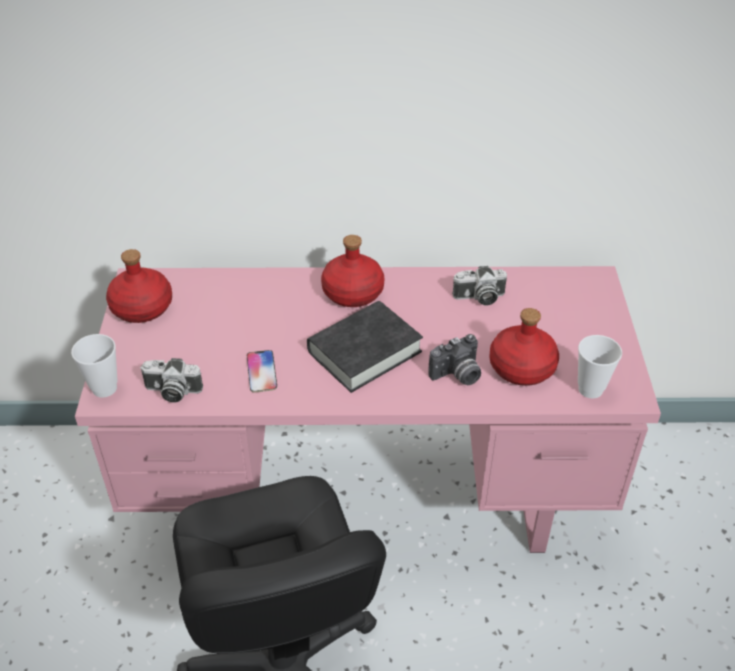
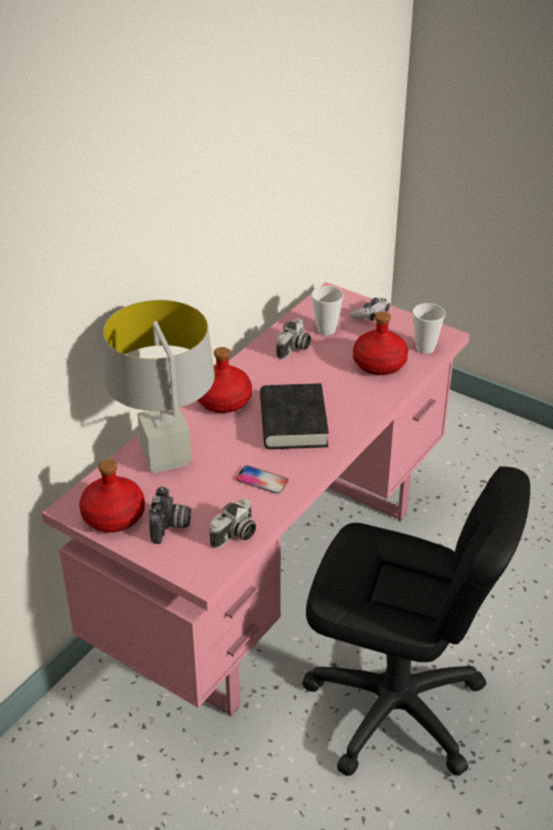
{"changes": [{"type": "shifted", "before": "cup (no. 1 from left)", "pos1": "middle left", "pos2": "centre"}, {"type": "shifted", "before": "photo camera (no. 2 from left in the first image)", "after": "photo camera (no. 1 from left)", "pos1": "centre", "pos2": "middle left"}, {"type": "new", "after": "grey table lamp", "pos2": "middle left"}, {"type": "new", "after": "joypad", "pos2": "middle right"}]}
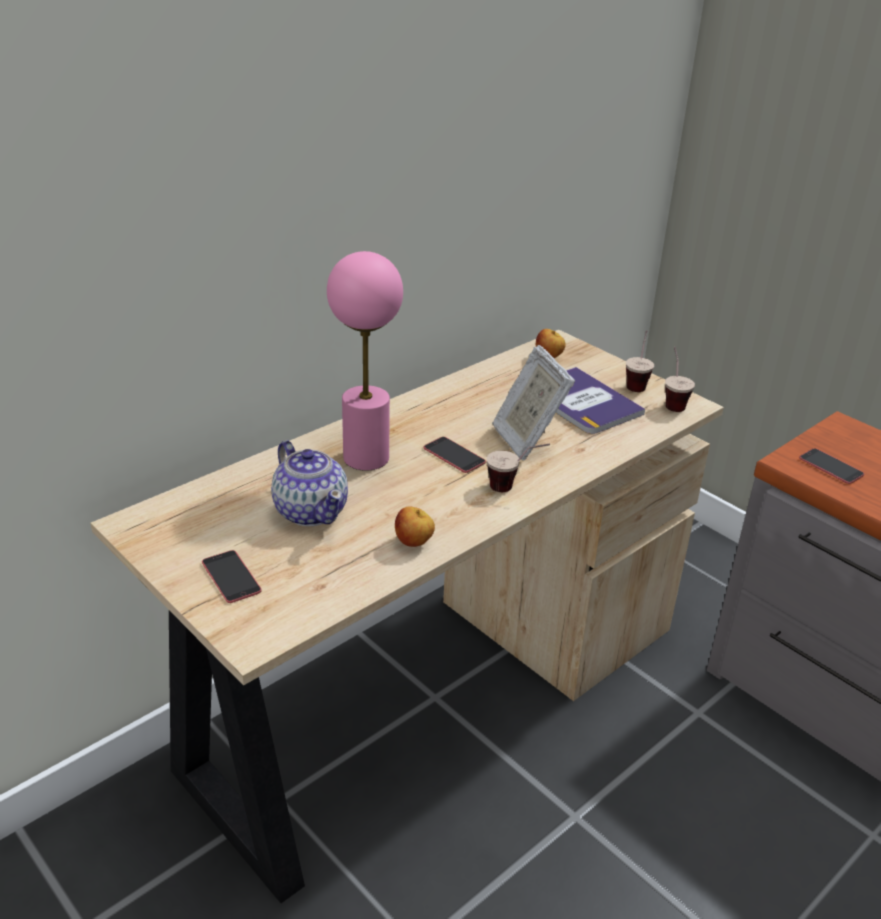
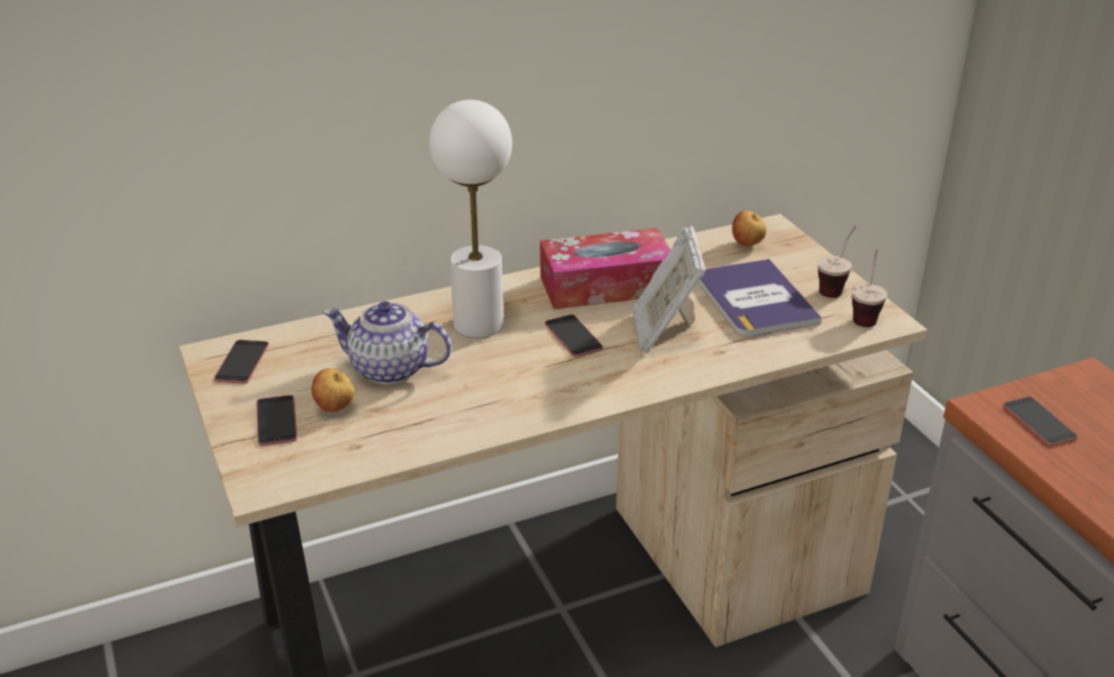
{"changes": [{"type": "rotated", "before": "pot for tea", "pos1": "centre", "pos2": "centre", "turn": 120}, {"type": "repainted", "before": "pinkish table lamp", "after": "white-coloured table lamp", "pos1": "centre", "pos2": "top centre"}, {"type": "shifted", "before": "apple fruit (no. 1 from left)", "pos1": "centre", "pos2": "middle left"}, {"type": "gone", "before": "cup (no. 1 from left)", "pos1": "centre"}, {"type": "new", "after": "handset (no. 1 from left)", "pos2": "middle left"}, {"type": "new", "after": "box of tissues", "pos2": "centre"}]}
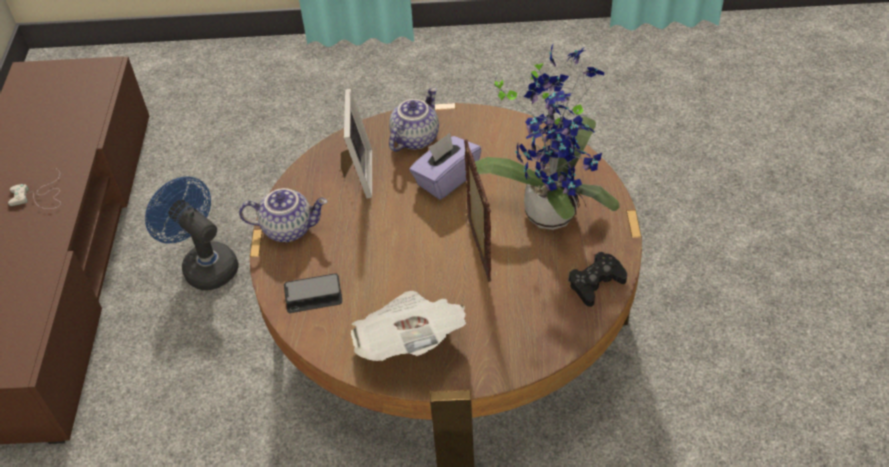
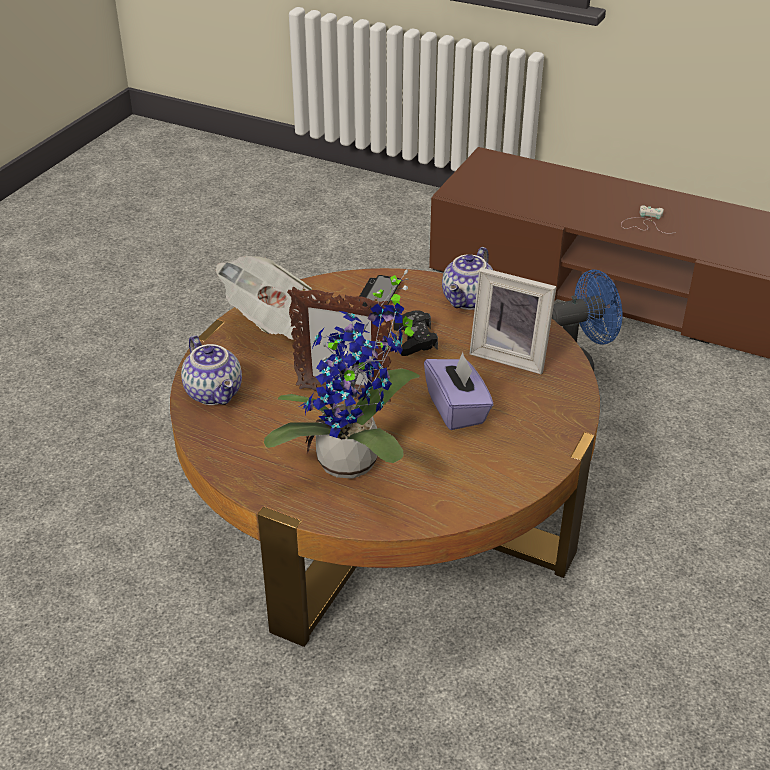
{"changes": [{"type": "shifted", "before": "pot for tea (no. 2 from left in the first image)", "after": "pot for tea (no. 1 from left)", "pos1": "top centre", "pos2": "middle left"}, {"type": "shifted", "before": "black joypad", "pos1": "middle right", "pos2": "centre"}]}
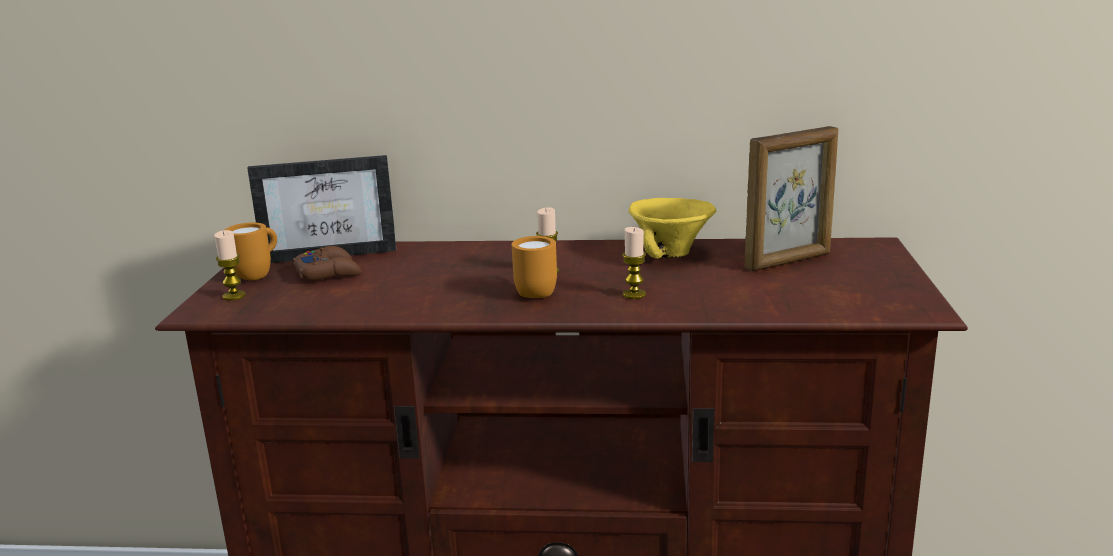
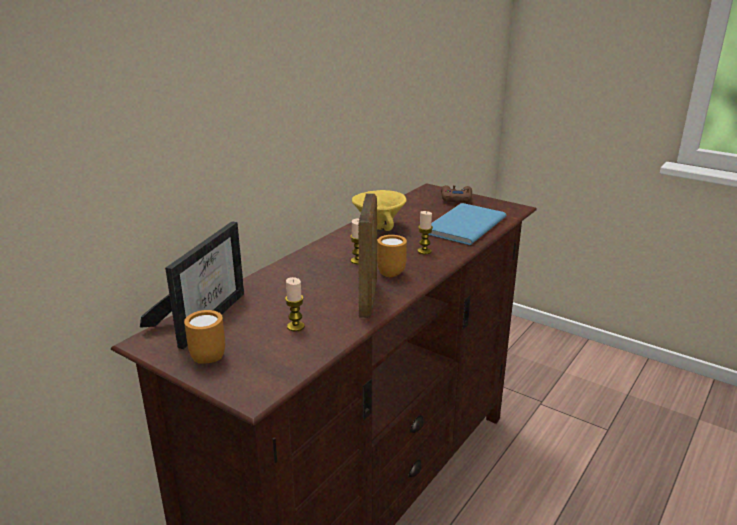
{"changes": [{"type": "shifted", "before": "wax light (no. 1 from left)", "pos1": "middle left", "pos2": "centre"}, {"type": "shifted", "before": "brown-coloured joypad", "pos1": "middle left", "pos2": "centre"}, {"type": "shifted", "before": "standing frame (no. 2 from left)", "pos1": "middle right", "pos2": "centre"}, {"type": "new", "after": "blue-coloured book", "pos2": "centre"}]}
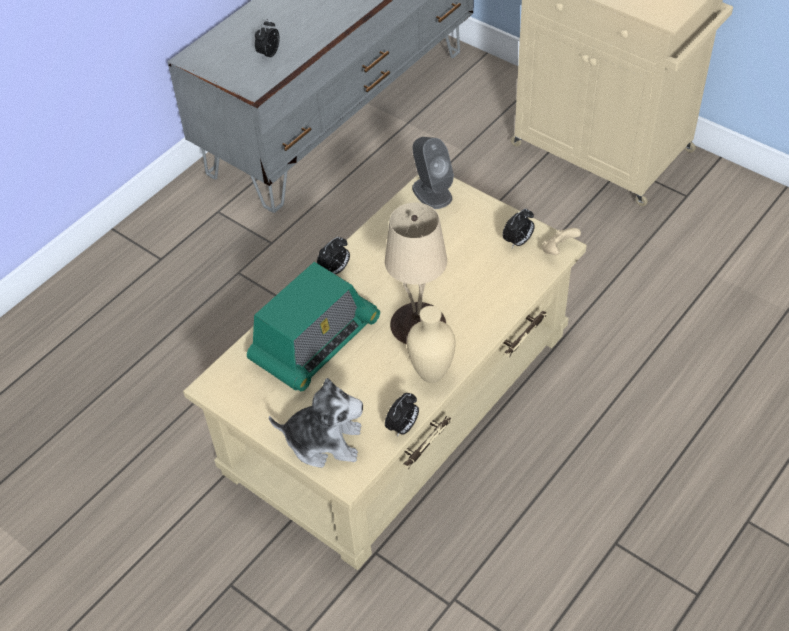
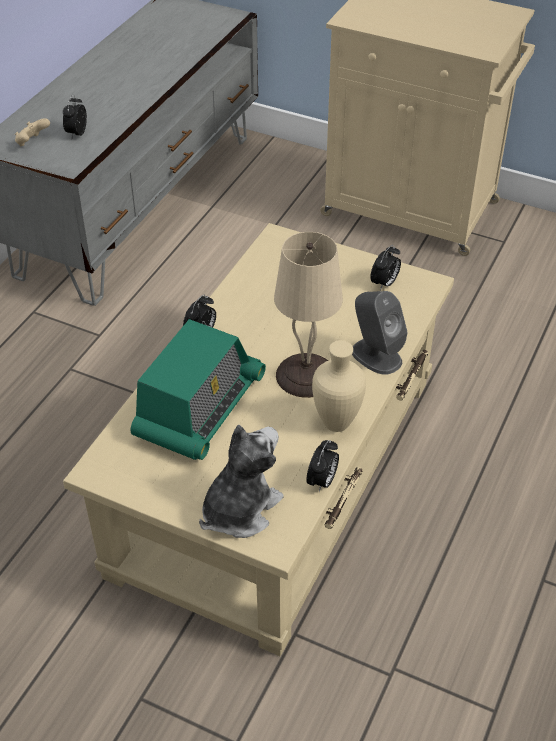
{"changes": [{"type": "rotated", "before": "soft toy", "pos1": "bottom centre", "pos2": "centre", "turn": -45}, {"type": "shifted", "before": "grey audio speaker", "pos1": "top centre", "pos2": "middle right"}, {"type": "shifted", "before": "beige joypad", "pos1": "middle right", "pos2": "top left"}]}
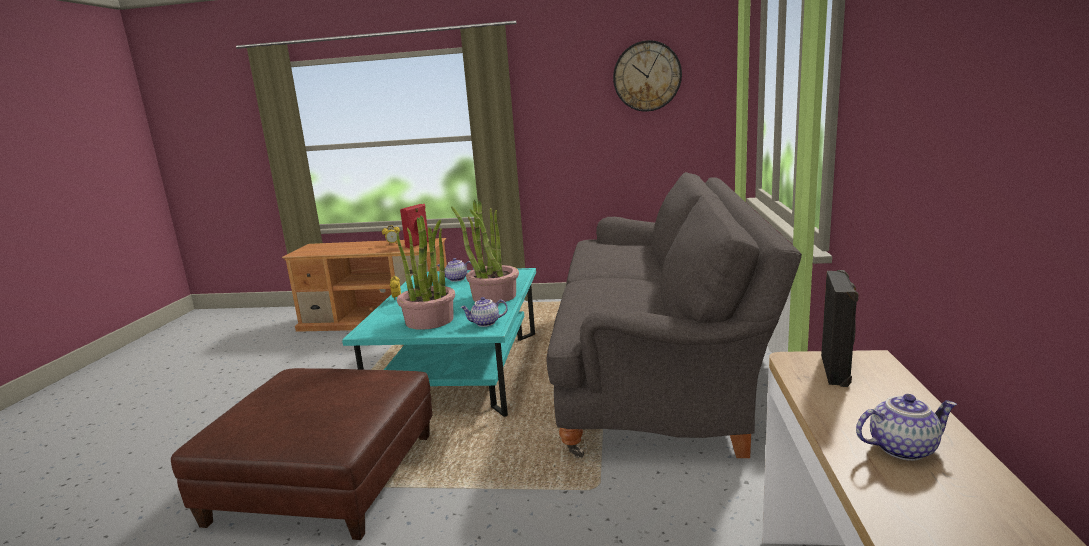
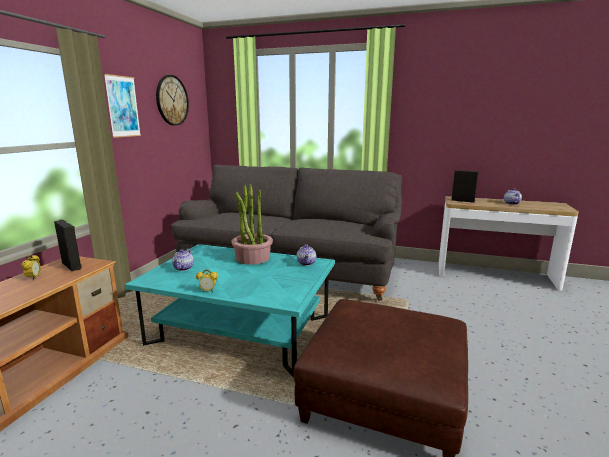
{"changes": [{"type": "gone", "before": "houseplant (no. 1 from left)", "pos1": "centre"}, {"type": "repainted", "before": "red audio speaker", "after": "black audio speaker (no. 1 from left)", "pos1": "centre", "pos2": "middle left"}, {"type": "new", "after": "picture", "pos2": "top left"}]}
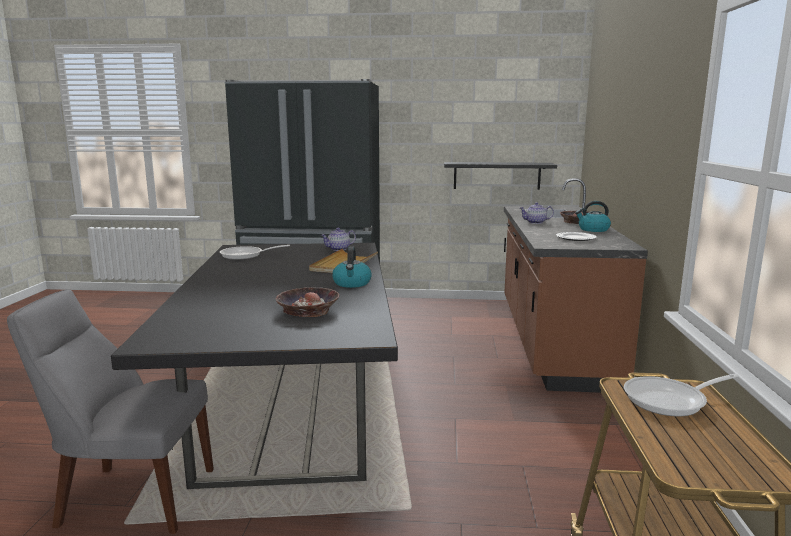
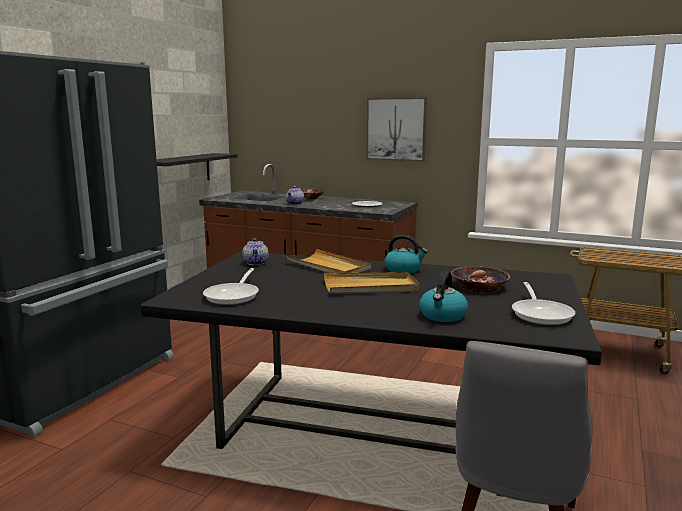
{"changes": [{"type": "shifted", "before": "kettle (no. 2 from left)", "pos1": "middle right", "pos2": "centre"}, {"type": "shifted", "before": "skillet (no. 2 from left)", "pos1": "bottom right", "pos2": "middle right"}, {"type": "new", "after": "beige tray (no. 2 from left)", "pos2": "centre"}, {"type": "new", "after": "picture", "pos2": "top centre"}]}
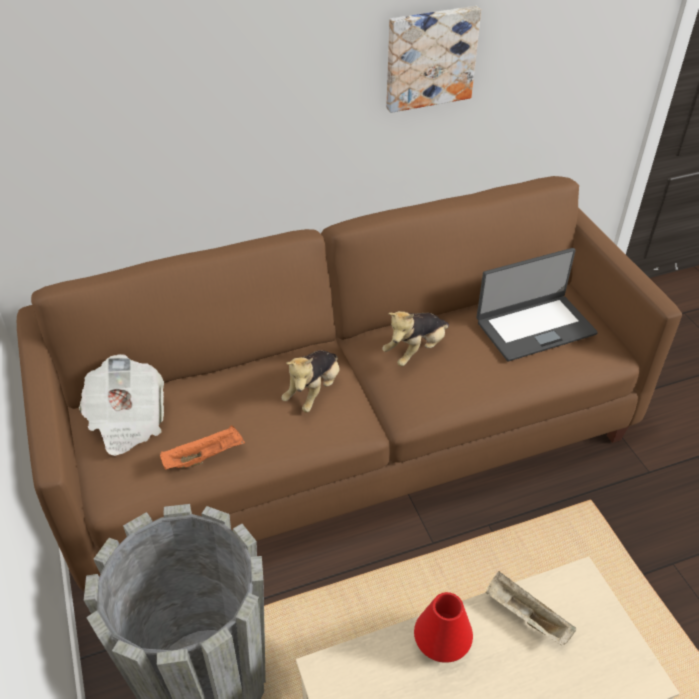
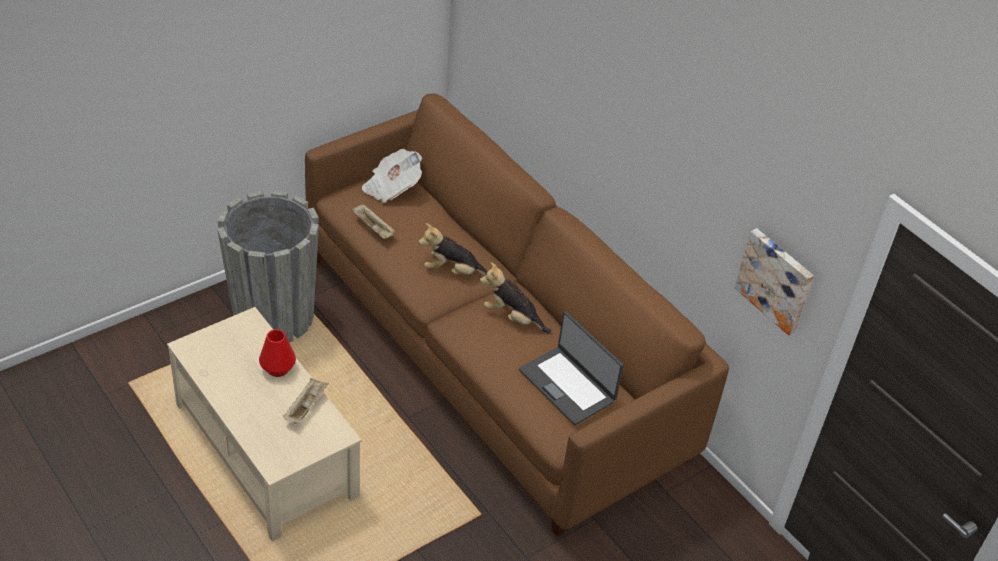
{"changes": [{"type": "repainted", "before": "orange-coloured tray", "after": "beige tray (no. 2 from left)", "pos1": "middle left", "pos2": "centre"}, {"type": "shifted", "before": "picture", "pos1": "top centre", "pos2": "middle right"}]}
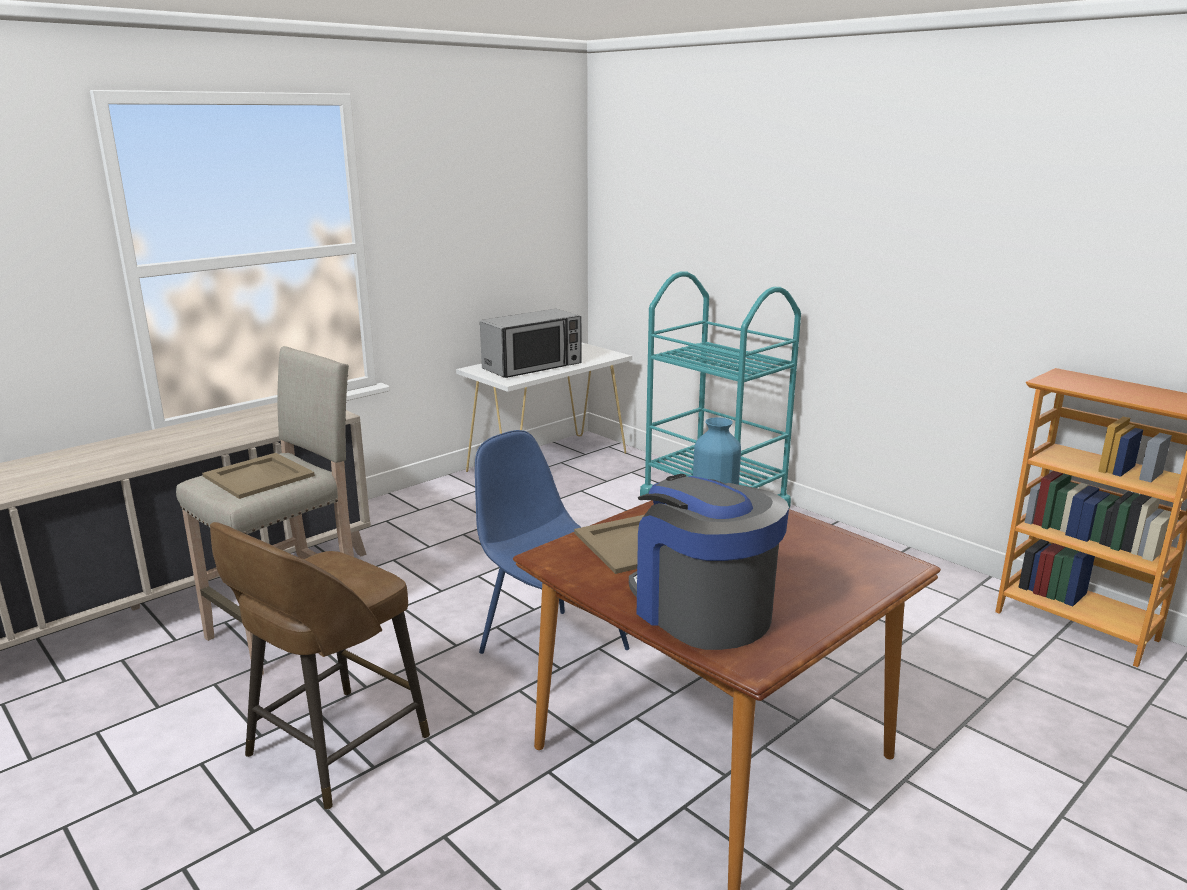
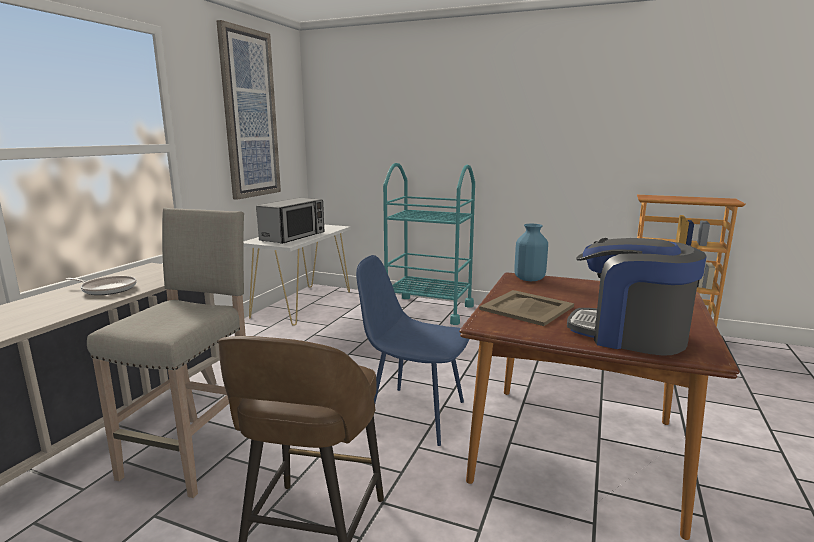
{"changes": [{"type": "gone", "before": "beige tray (no. 1 from left)", "pos1": "middle left"}, {"type": "new", "after": "skillet", "pos2": "middle left"}, {"type": "new", "after": "picture", "pos2": "top left"}]}
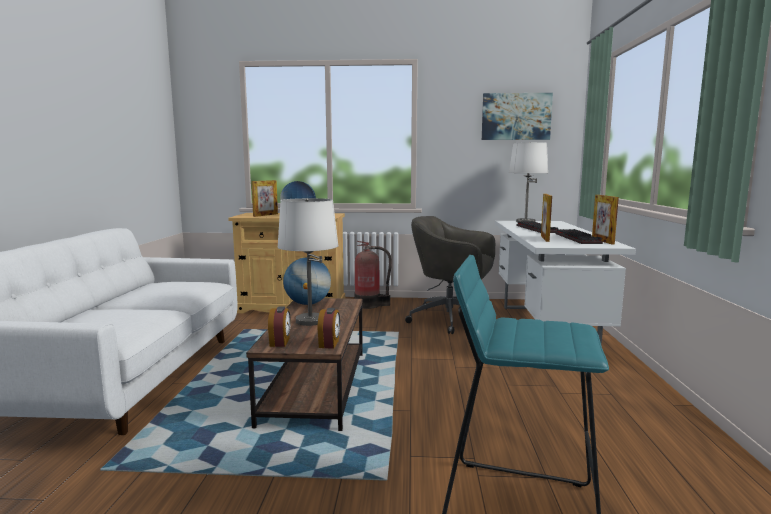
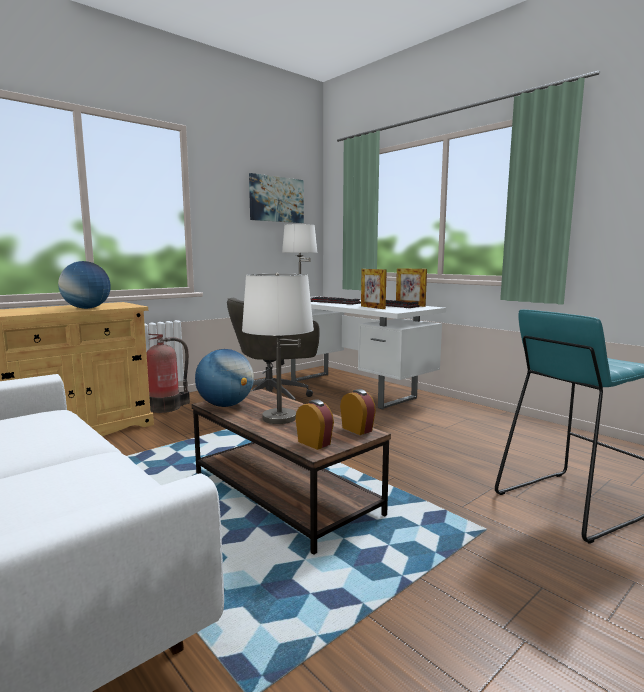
{"changes": [{"type": "gone", "before": "standing frame (no. 1 from left)", "pos1": "centre"}]}
